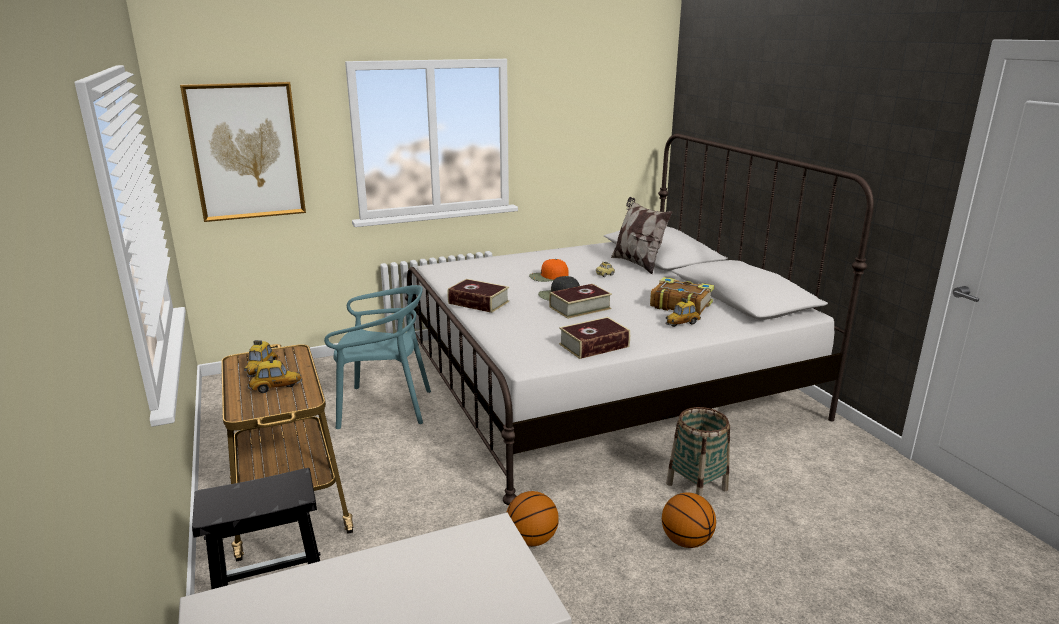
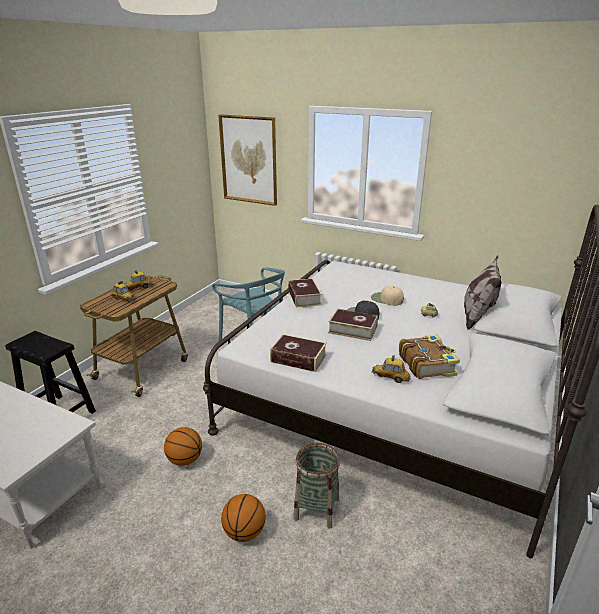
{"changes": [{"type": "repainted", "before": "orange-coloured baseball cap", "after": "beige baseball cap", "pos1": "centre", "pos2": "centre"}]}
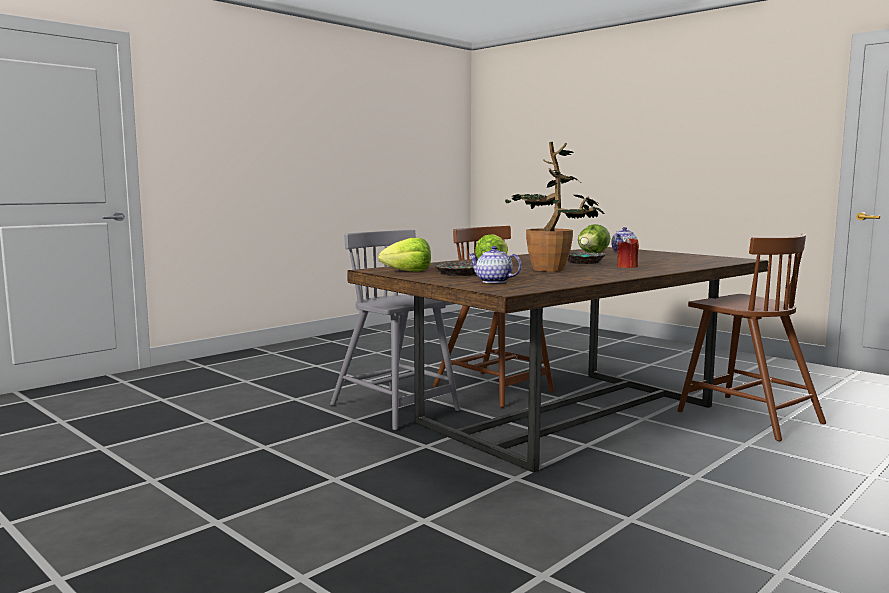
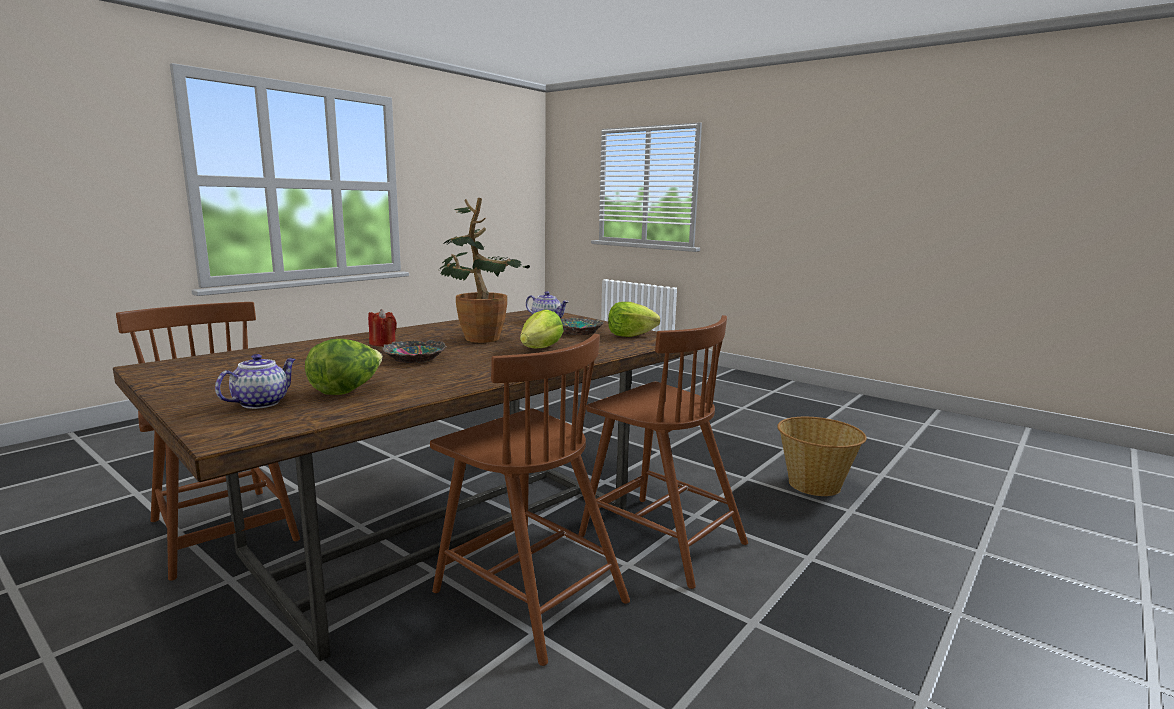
{"changes": [{"type": "repainted", "before": "grey chair", "after": "brown-coloured chair (no. 3 from left)", "pos1": "centre", "pos2": "centre"}, {"type": "new", "after": "household basket", "pos2": "middle right"}]}
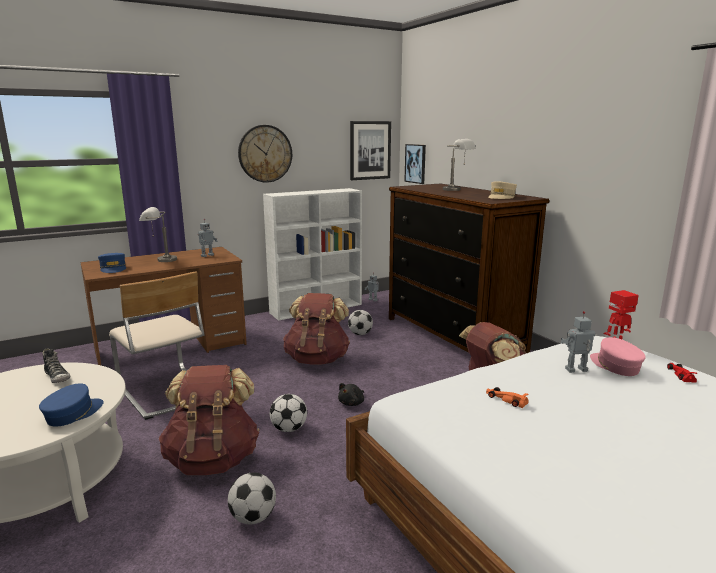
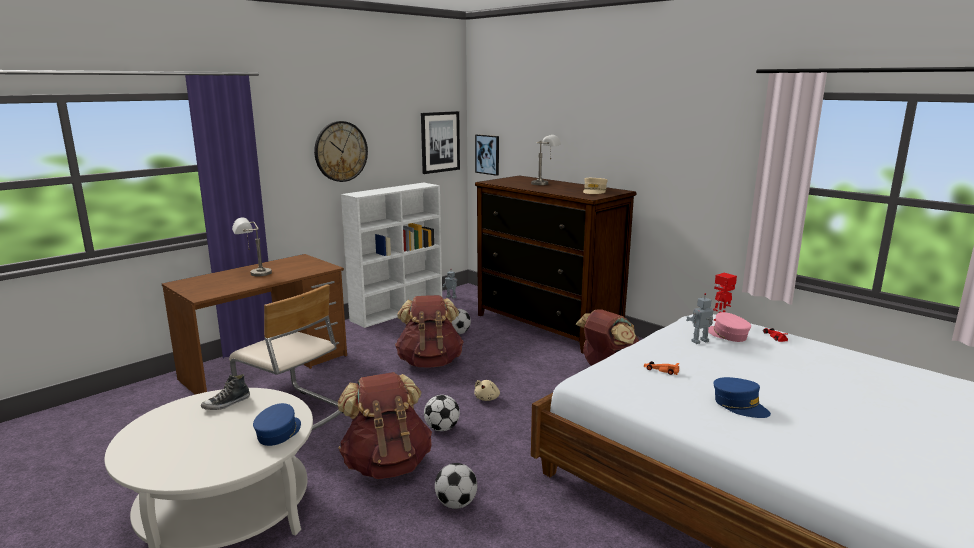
{"changes": [{"type": "rotated", "before": "item of footwear", "pos1": "middle left", "pos2": "bottom left", "turn": 105}, {"type": "shifted", "before": "blue-coloured baseball cap (no. 2 from left)", "pos1": "middle left", "pos2": "bottom right"}, {"type": "gone", "before": "toy robot (no. 1 from left)", "pos1": "middle left"}, {"type": "repainted", "before": "black soft toy", "after": "beige soft toy", "pos1": "bottom centre", "pos2": "bottom centre"}]}
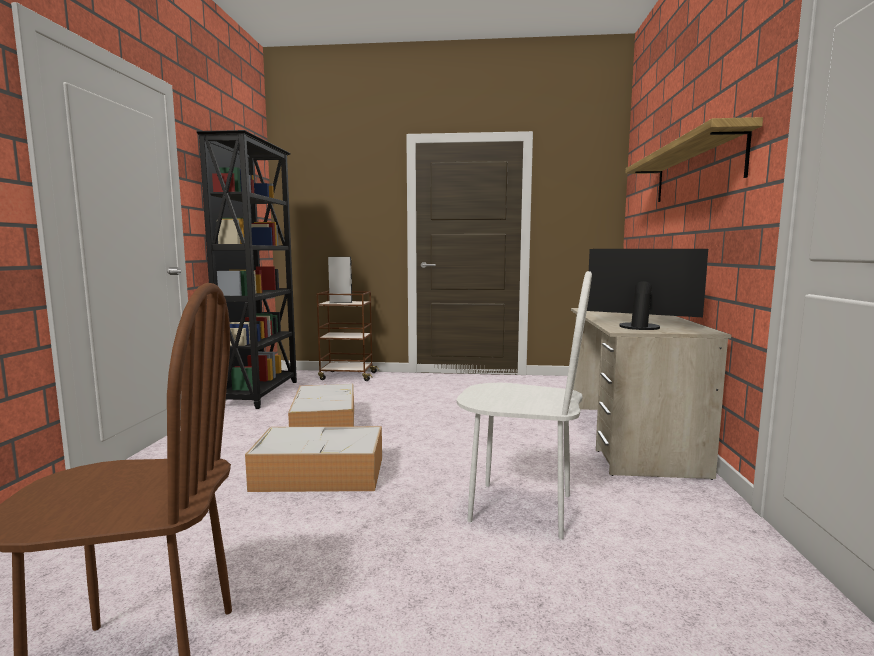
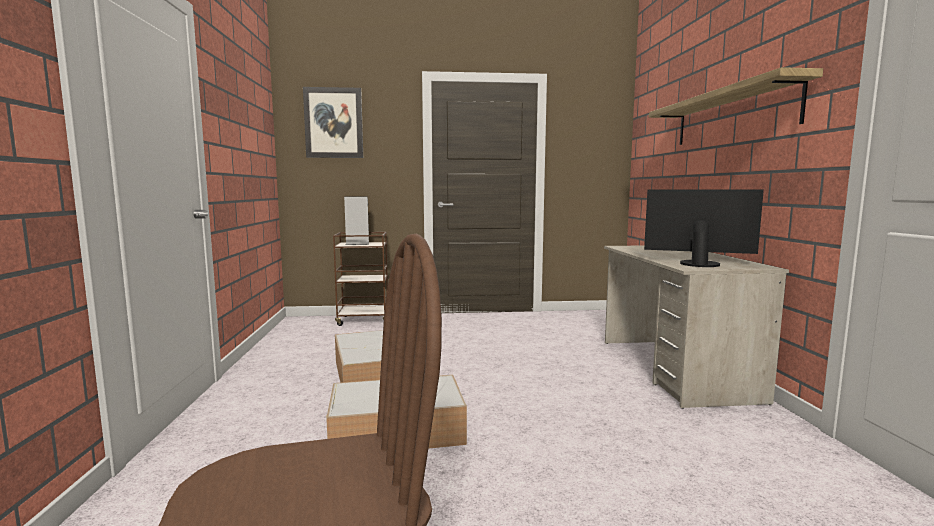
{"changes": [{"type": "gone", "before": "black shelving unit", "pos1": "middle left"}, {"type": "gone", "before": "white-coloured chair", "pos1": "centre"}, {"type": "new", "after": "picture", "pos2": "top centre"}]}
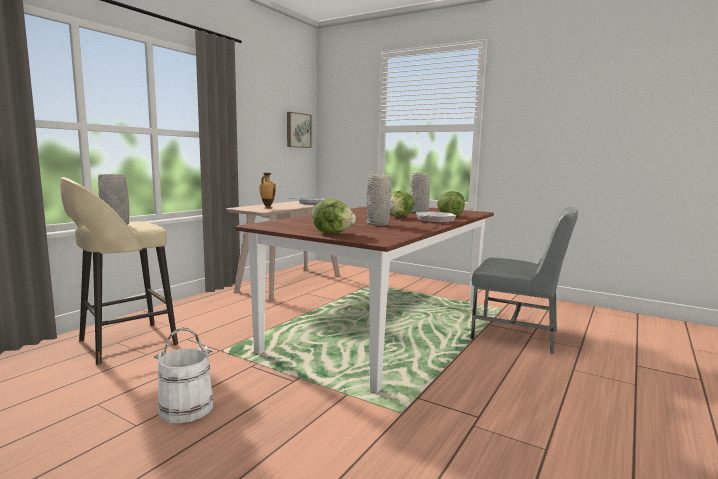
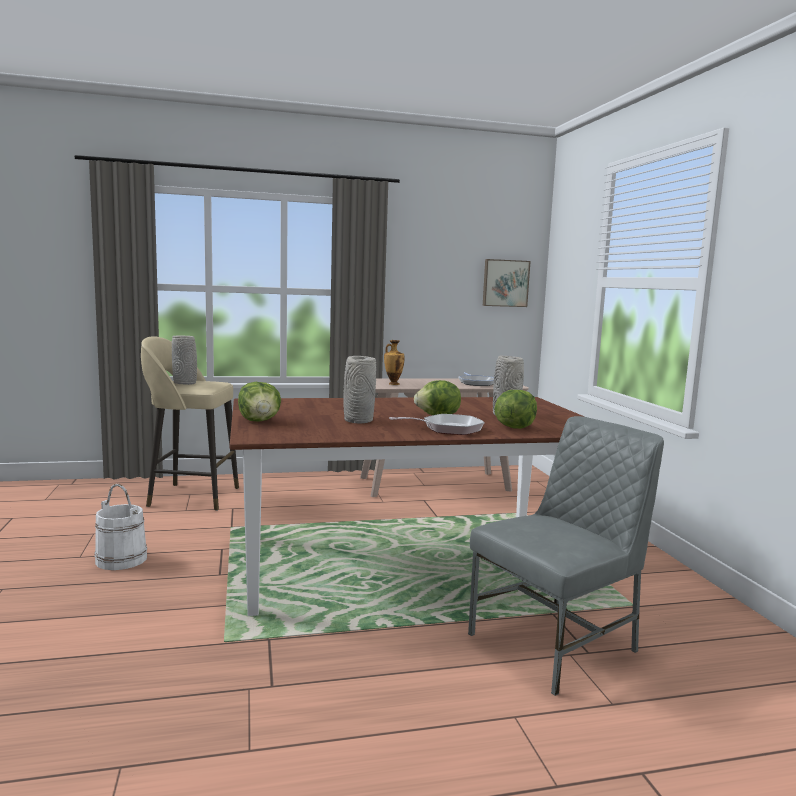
{"changes": [{"type": "rotated", "before": "grey chair", "pos1": "middle right", "pos2": "bottom right", "turn": -105}]}
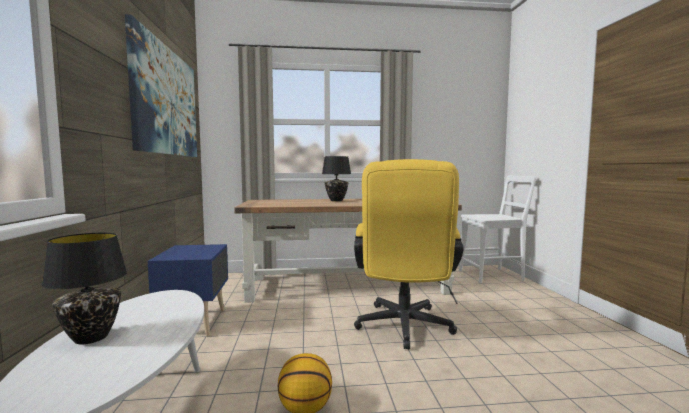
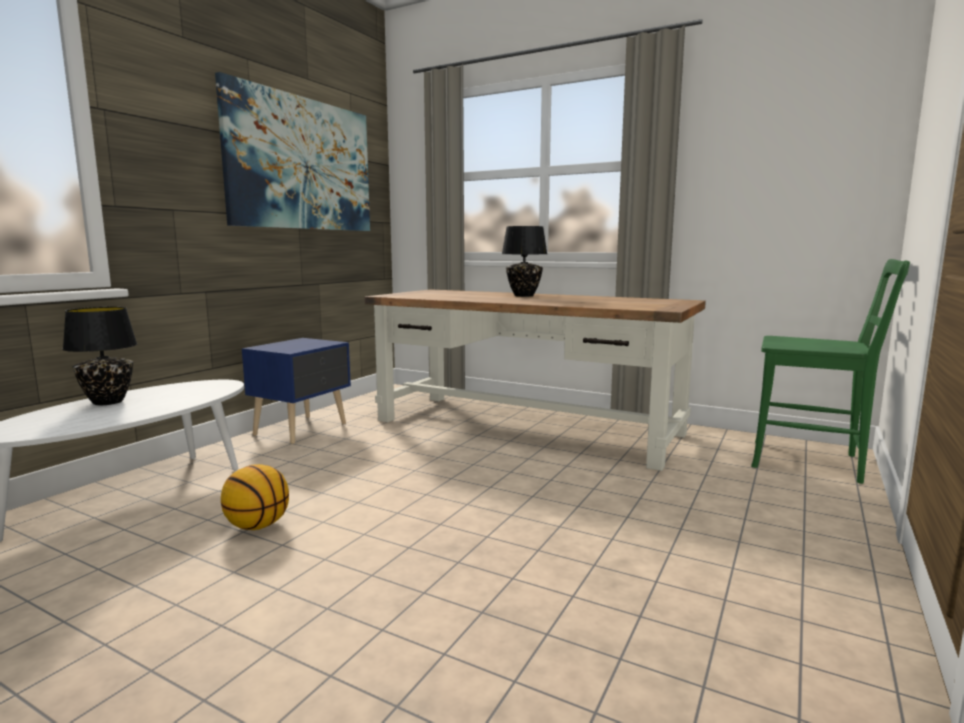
{"changes": [{"type": "gone", "before": "yellowish computer chair", "pos1": "centre"}, {"type": "repainted", "before": "white-coloured chair", "after": "greenish chair", "pos1": "middle right", "pos2": "middle right"}]}
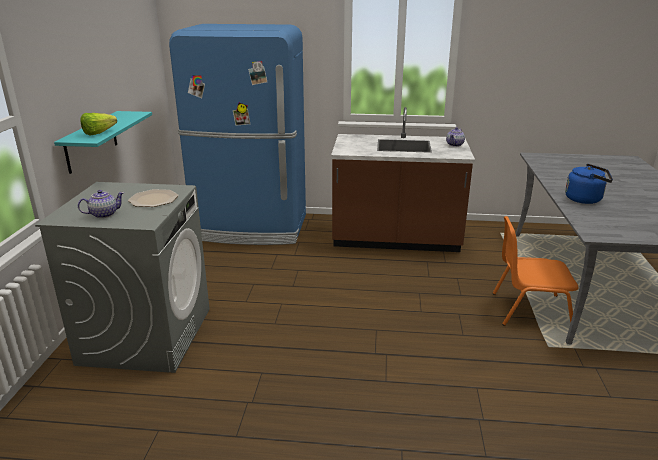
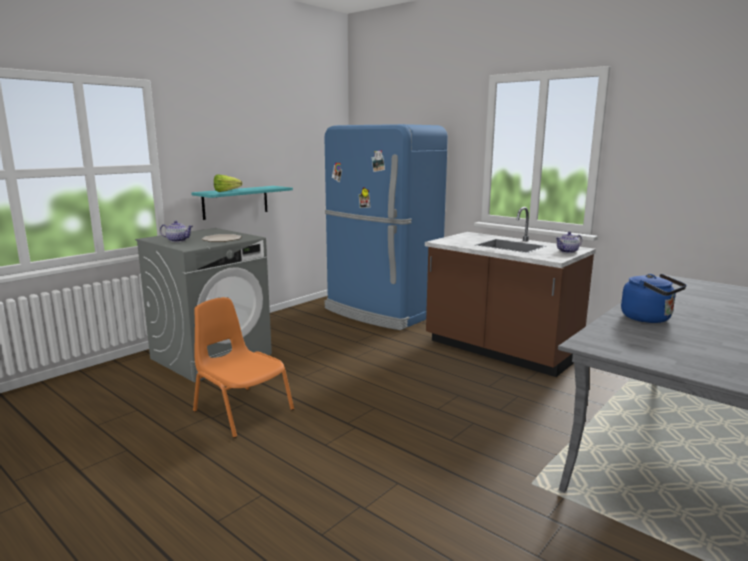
{"changes": [{"type": "shifted", "before": "orange-coloured chair", "pos1": "middle right", "pos2": "middle left"}]}
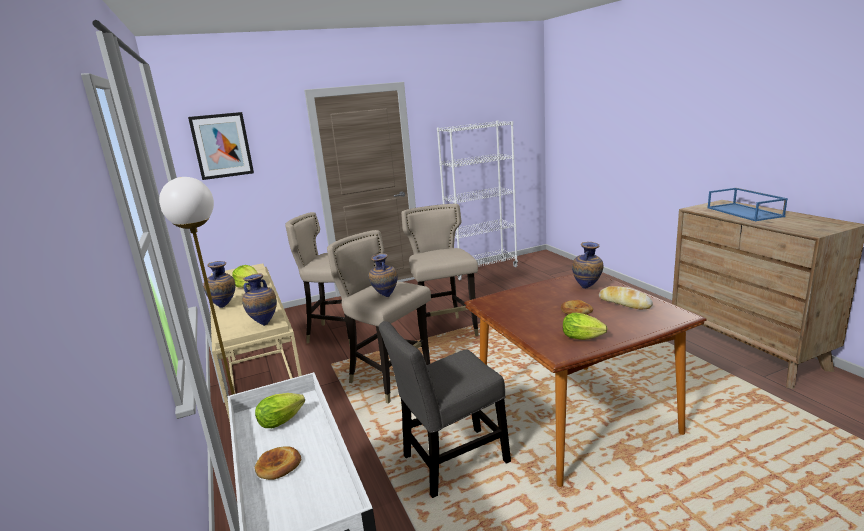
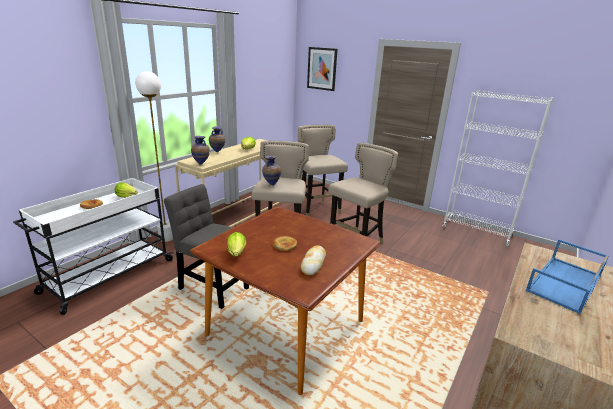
{"changes": [{"type": "gone", "before": "decorative vase (no. 4 from left)", "pos1": "middle right"}]}
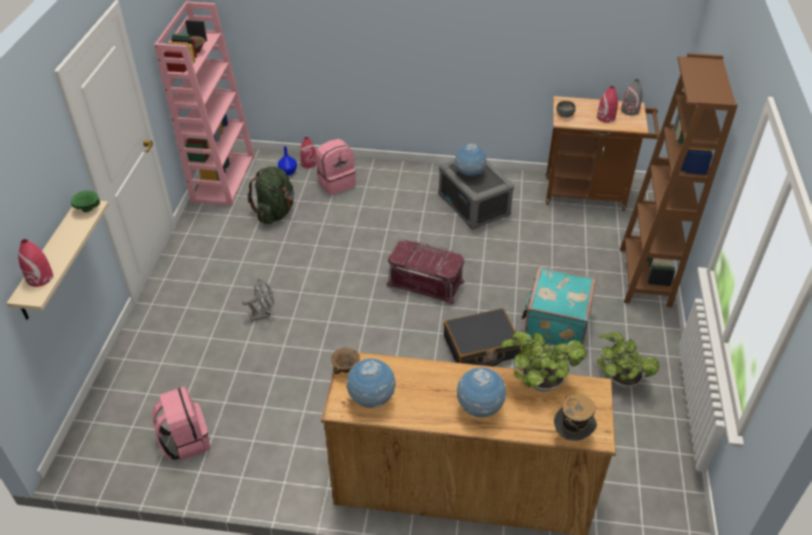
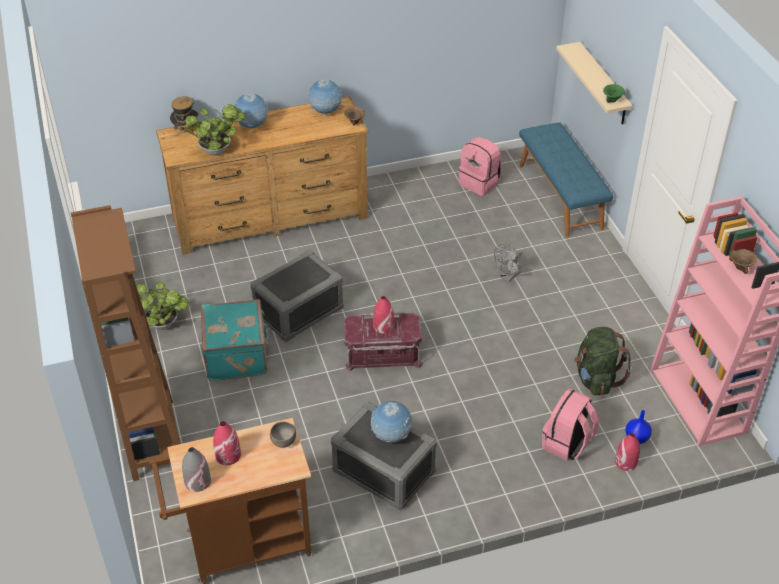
{"changes": [{"type": "shifted", "before": "red decorative vase (no. 1 from left in the first image)", "after": "red decorative vase (no. 2 from left)", "pos1": "middle left", "pos2": "centre"}, {"type": "swapped", "before": "black travel case", "after": "grey storage bin (no. 1 from left)", "pos1": "centre", "pos2": "centre"}, {"type": "new", "after": "blue-coloured indoor bench", "pos2": "top right"}]}
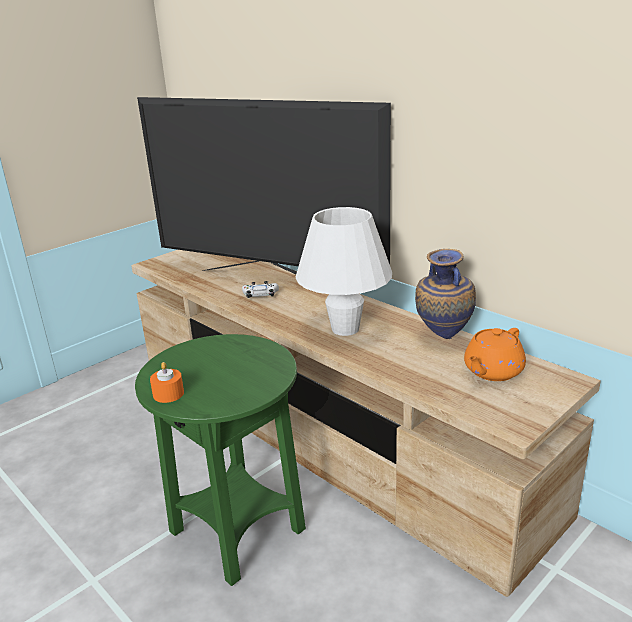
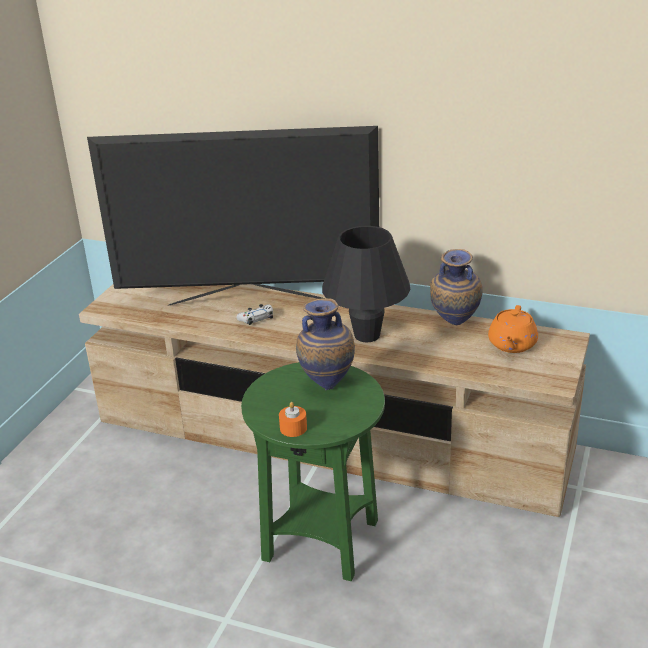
{"changes": [{"type": "repainted", "before": "white-coloured table lamp", "after": "black table lamp", "pos1": "centre", "pos2": "centre"}, {"type": "new", "after": "decorative vase (no. 1 from left)", "pos2": "centre"}]}
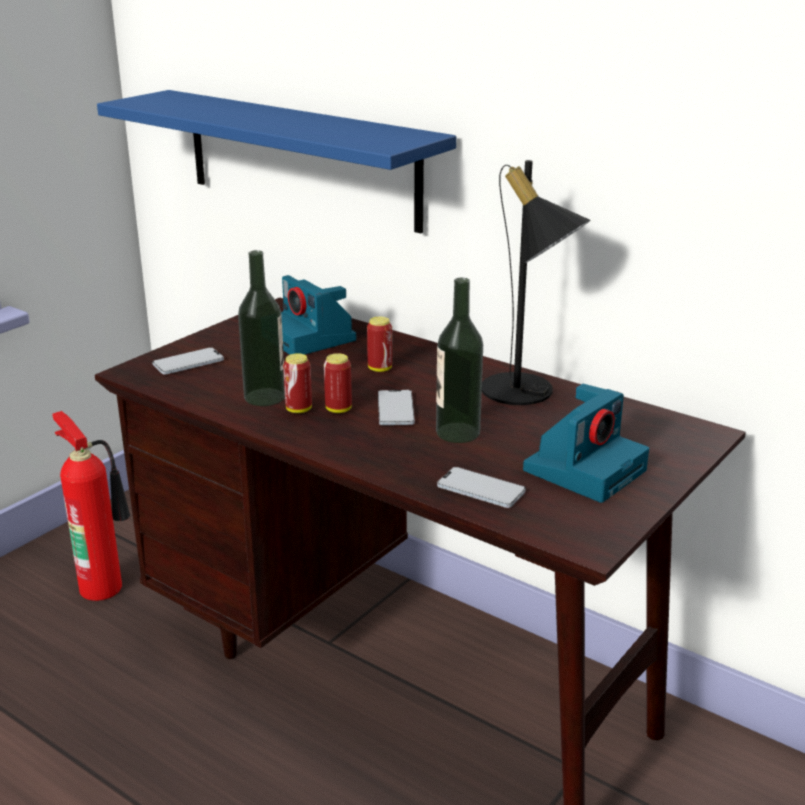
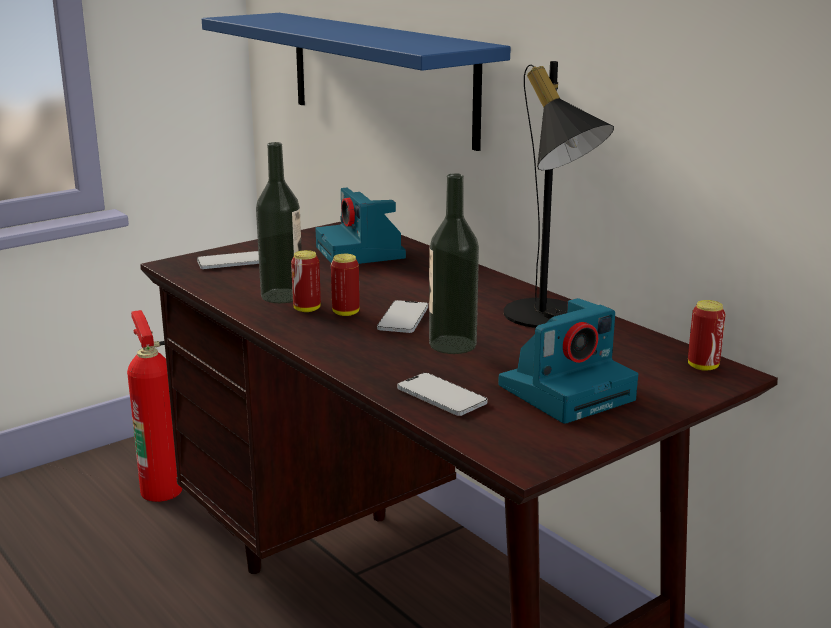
{"changes": [{"type": "shifted", "before": "can (no. 3 from left)", "pos1": "centre", "pos2": "middle right"}]}
